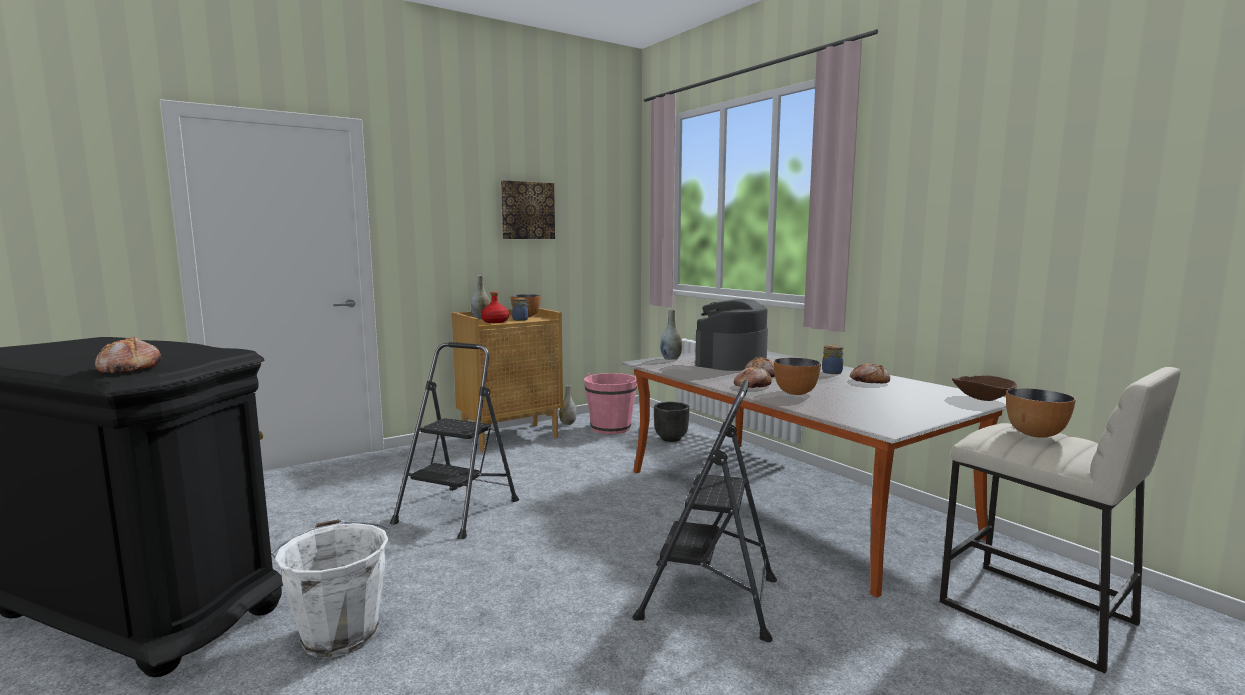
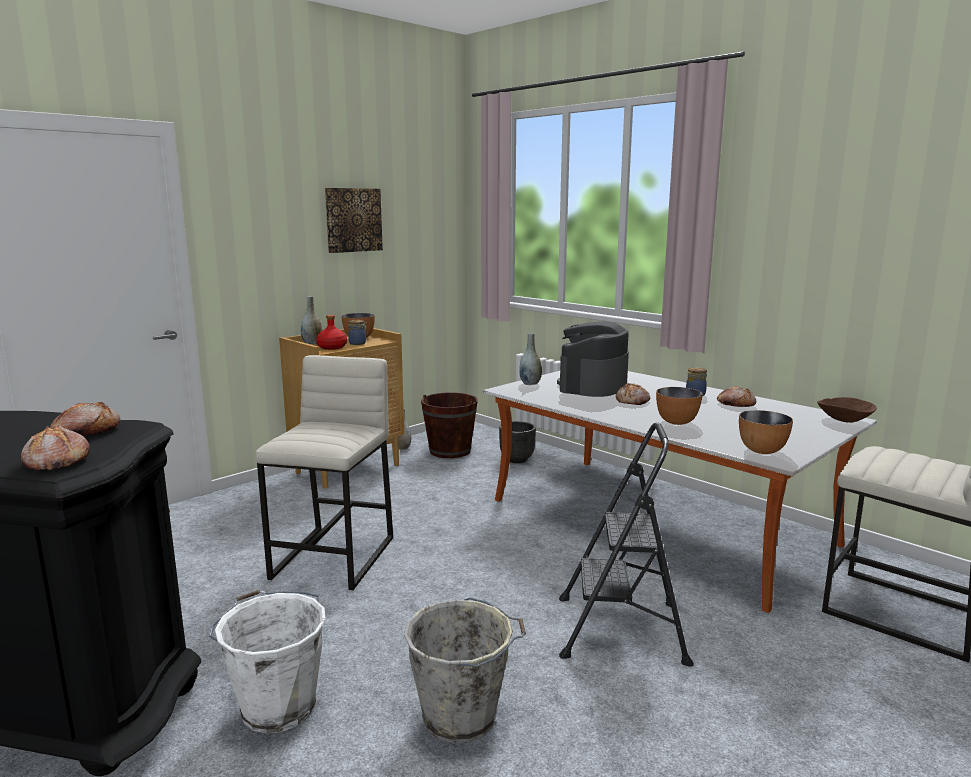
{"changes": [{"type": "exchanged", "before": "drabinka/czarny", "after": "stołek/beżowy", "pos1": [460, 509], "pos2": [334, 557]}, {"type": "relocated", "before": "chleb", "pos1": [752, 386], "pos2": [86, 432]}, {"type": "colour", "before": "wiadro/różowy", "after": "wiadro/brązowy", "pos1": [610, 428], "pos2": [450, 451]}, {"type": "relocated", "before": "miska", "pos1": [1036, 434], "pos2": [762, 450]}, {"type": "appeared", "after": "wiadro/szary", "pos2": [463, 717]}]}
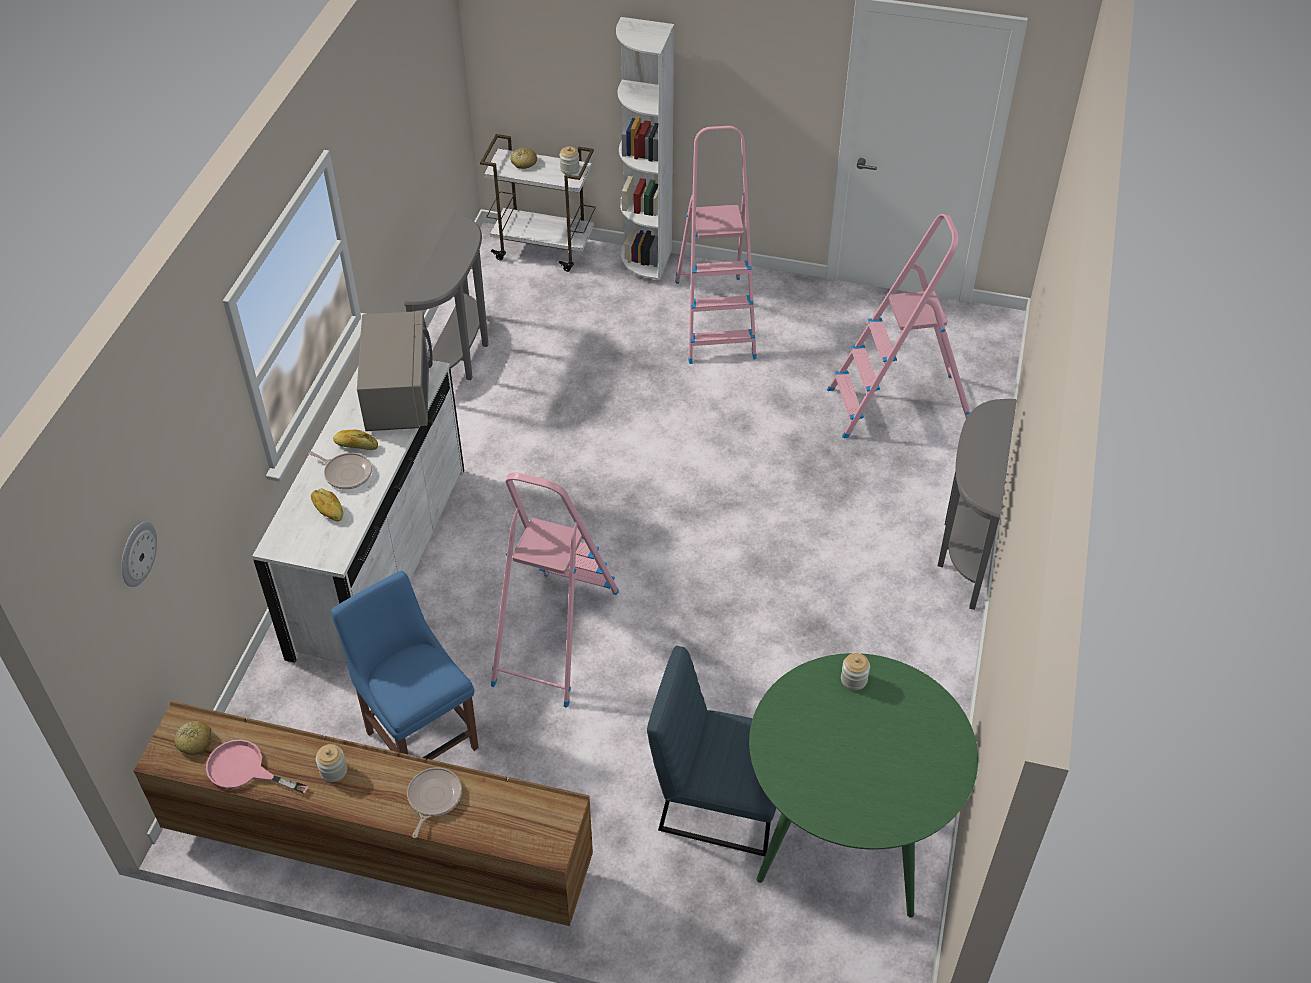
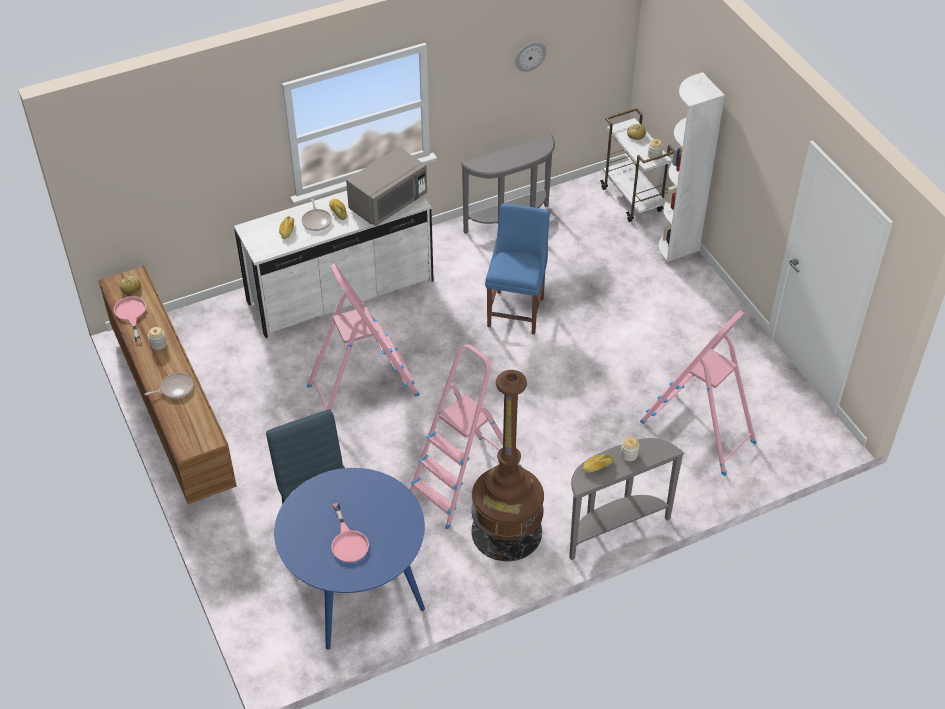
{"changes": [{"type": "relocated", "before": "drabinka/różowy", "pos1": [715, 319], "pos2": [464, 482]}, {"type": "relocated", "before": "zegar ścienny", "pos1": [137, 553], "pos2": [530, 56]}, {"type": "relocated", "before": "krzesło/niebieski", "pos1": [419, 735], "pos2": [517, 310]}, {"type": "colour", "before": "stół jadalny/zielony", "after": "stół jadalny/niebieski", "pos1": [847, 831], "pos2": [356, 589]}, {"type": "relocated", "before": "słoik", "pos1": [854, 679], "pos2": [629, 454]}, {"type": "appeared", "after": "lampa stojąca/brązowy", "pos2": [506, 531]}, {"type": "appeared", "after": "chleb", "pos2": [597, 466]}, {"type": "appeared", "after": "patelnia/różowy", "pos2": [348, 541]}]}
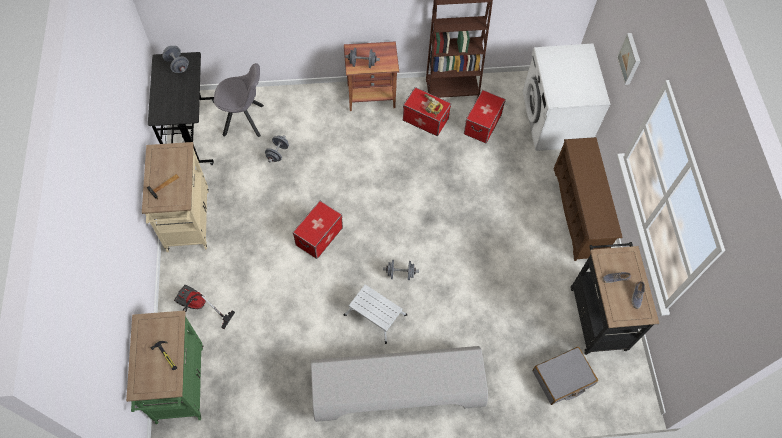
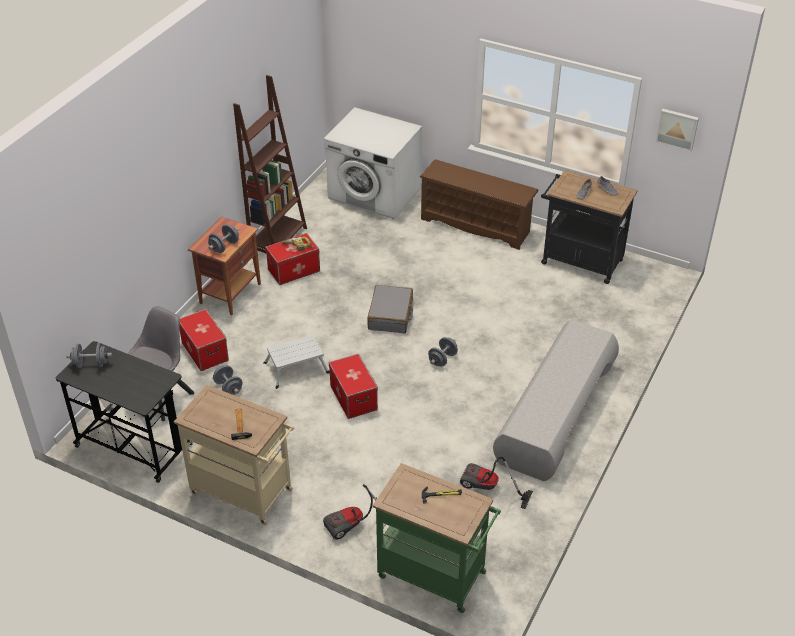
{"changes": [{"type": "relocated", "before": "obraz", "pos1": [630, 58], "pos2": [677, 128]}, {"type": "relocated", "before": "pojemnik do przechowywania", "pos1": [482, 124], "pos2": [204, 351]}, {"type": "relocated", "before": "drabinka/biały", "pos1": [375, 314], "pos2": [296, 368]}, {"type": "relocated", "before": "walizka/szary", "pos1": [562, 378], "pos2": [391, 315]}, {"type": "appeared", "after": "odkurzacz", "pos2": [488, 489]}]}
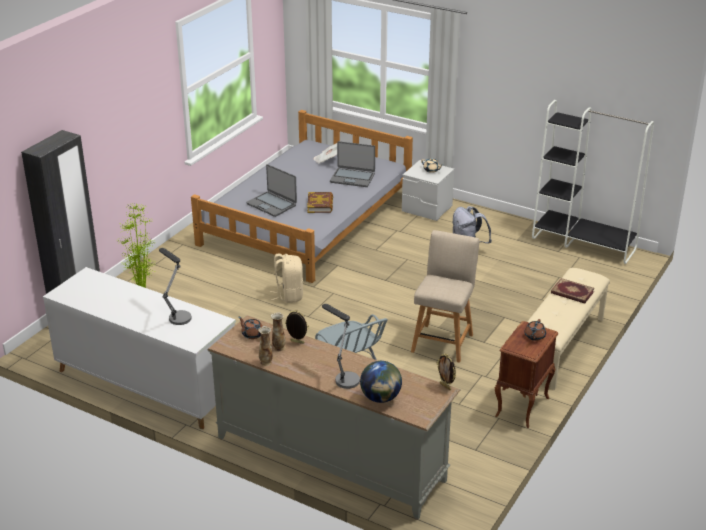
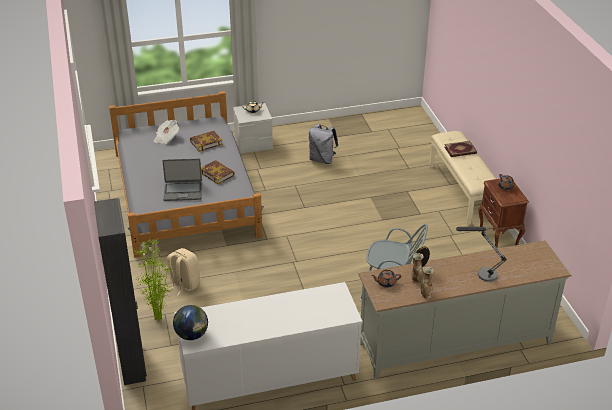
{"changes": [{"type": "missing", "before": "wieszak/czarny", "pos1": [584, 245]}, {"type": "exchanged", "before": "laptop", "after": "książka", "pos1": [352, 178], "pos2": [206, 143]}, {"type": "missing", "before": "krzesło/beżowy", "pos1": [443, 341]}, {"type": "missing", "before": "lampa stołowa", "pos1": [177, 315]}, {"type": "relocated", "before": "plecak/beżowy", "pos1": [289, 295], "pos2": [184, 284]}, {"type": "missing", "before": "ramka na zdjęcie", "pos1": [445, 386]}, {"type": "relocated", "before": "globus", "pos1": [381, 398], "pos2": [192, 335]}]}
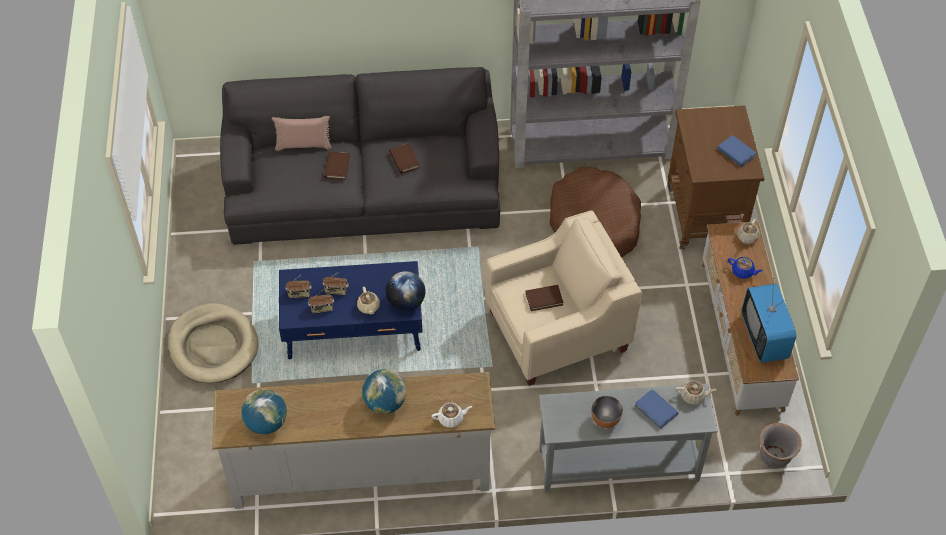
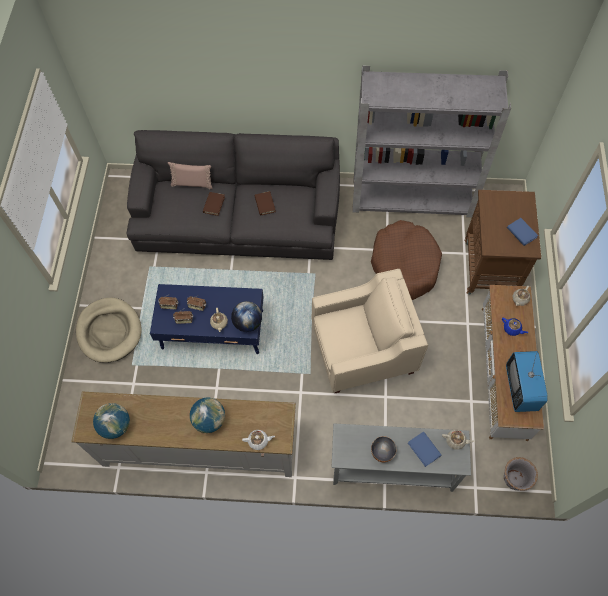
{"changes": [{"type": "missing", "before": "książka/brązowy", "pos1": [544, 299]}]}
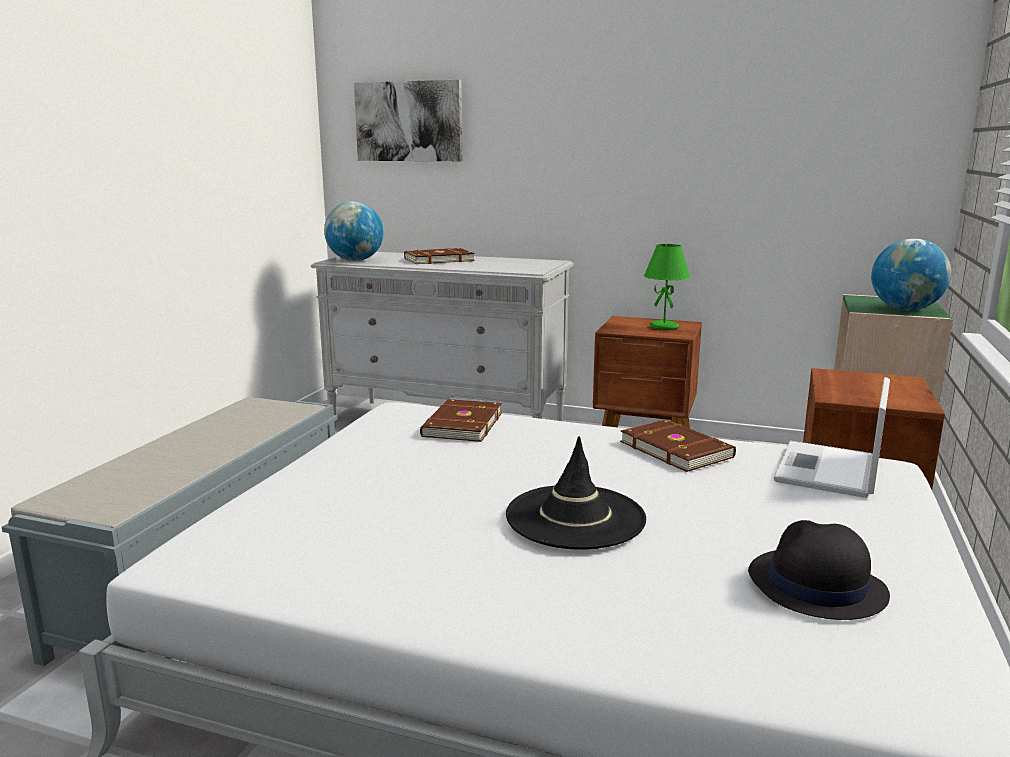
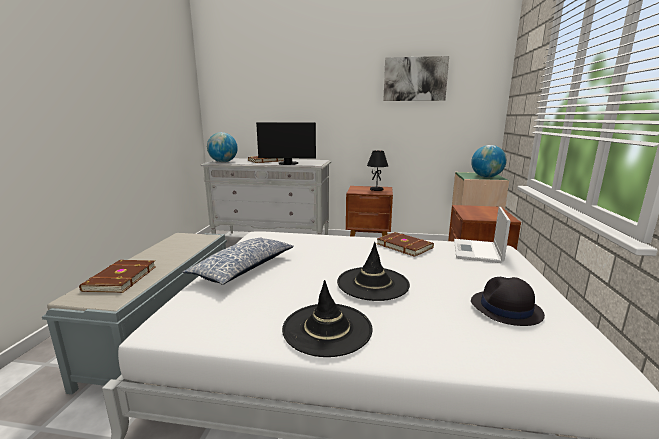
{"changes": [{"type": "relocated", "before": "obraz", "pos1": [409, 121], "pos2": [415, 79]}, {"type": "colour", "before": "lampa stołowa/zielony", "after": "lampa stołowa/czarny", "pos1": [664, 327], "pos2": [377, 189]}, {"type": "relocated", "before": "książka/brązowy", "pos1": [461, 425], "pos2": [119, 278]}, {"type": "appeared", "after": "monitor", "pos2": [288, 164]}, {"type": "appeared", "after": "poduszka", "pos2": [245, 269]}, {"type": "appeared", "after": "kapelusz/czarny", "pos2": [327, 329]}]}
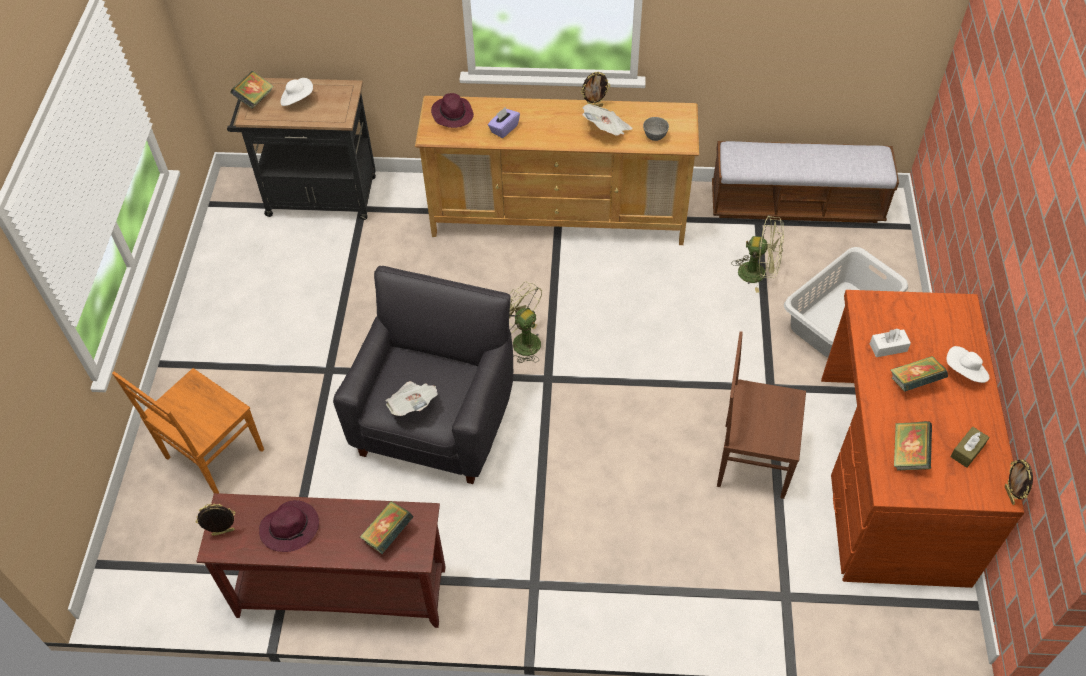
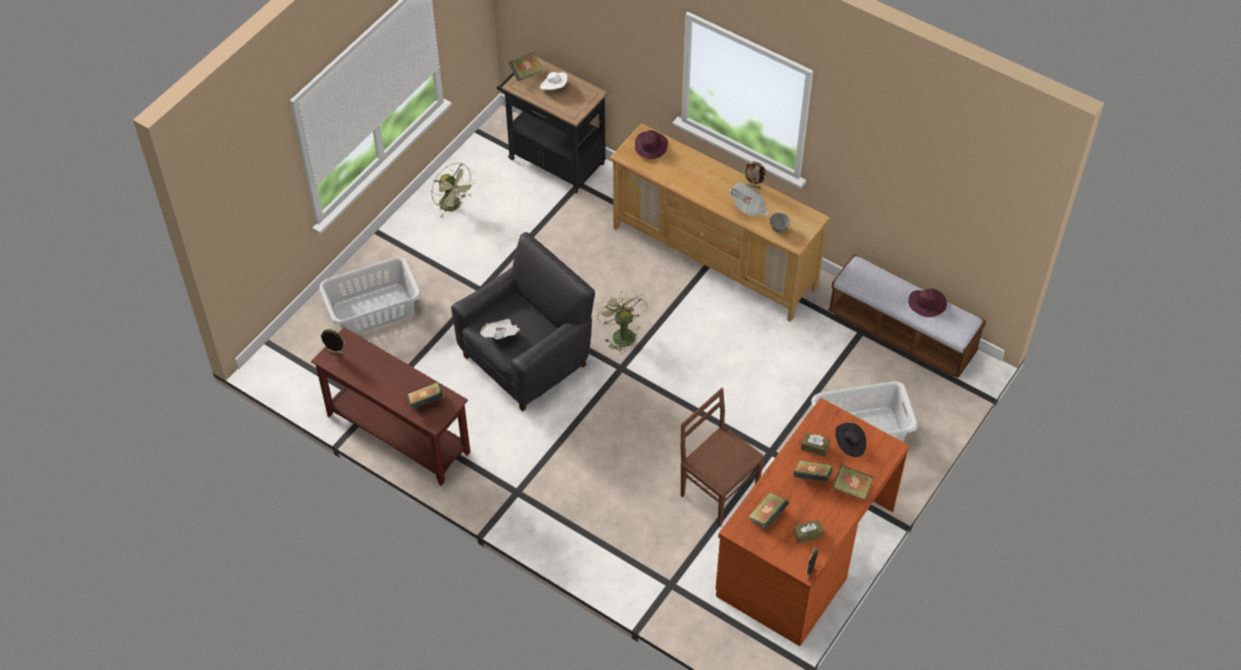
{"changes": [{"type": "missing", "before": "pudełko chusteczek/fioletowy", "pos1": [504, 129]}, {"type": "relocated", "before": "wentylator/zielony", "pos1": [758, 273], "pos2": [454, 206]}, {"type": "colour", "before": "pudełko chusteczek/biały", "after": "pudełko chusteczek/brązowy", "pos1": [888, 347], "pos2": [814, 447]}, {"type": "exchanged", "before": "kapelusz/biały", "after": "książka", "pos1": [965, 372], "pos2": [851, 488]}, {"type": "exchanged", "before": "krzesło/brązowy", "after": "kosz na pranie/szary", "pos1": [212, 455], "pos2": [373, 309]}, {"type": "relocated", "before": "kapelusz/fioletowy", "pos1": [291, 527], "pos2": [927, 304]}, {"type": "appeared", "after": "kapelusz/czarny", "pos2": [850, 444]}]}
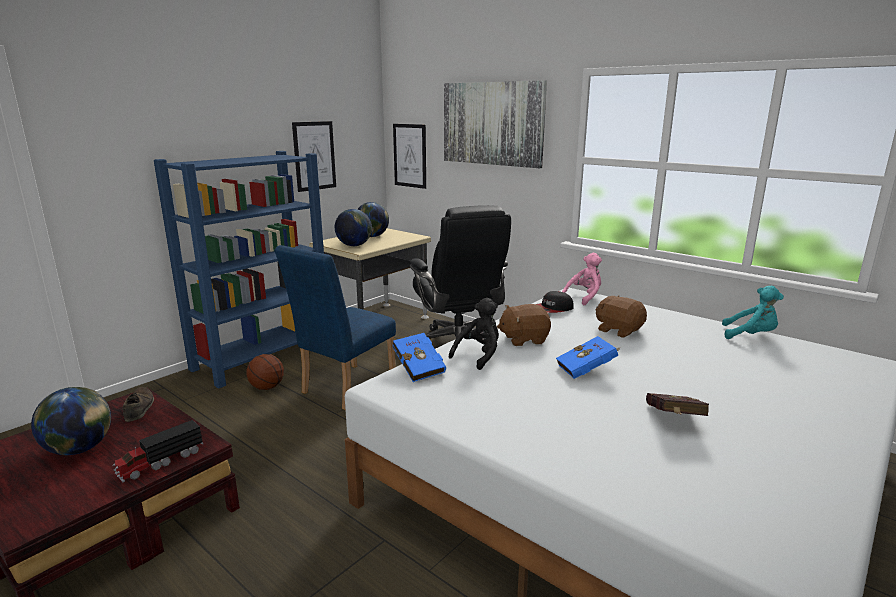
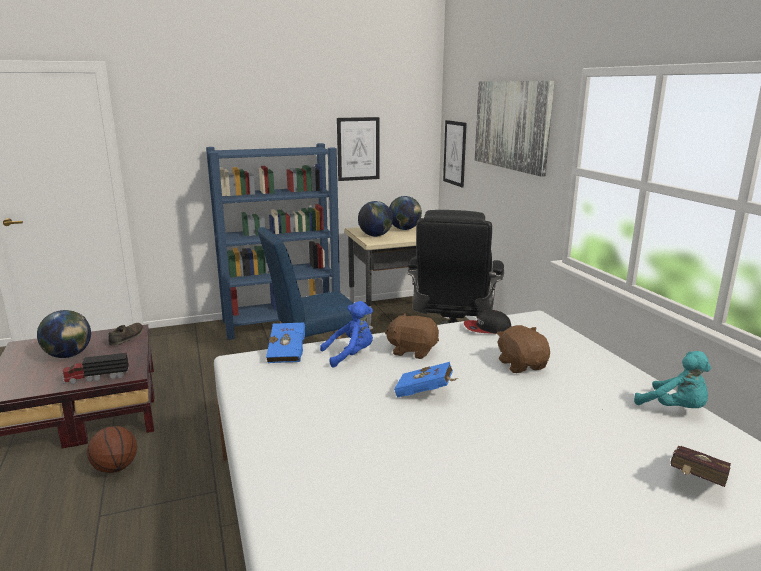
{"changes": [{"type": "missing", "before": "pluszak/różowy", "pos1": [584, 297]}, {"type": "colour", "before": "pluszak/czarny", "after": "pluszak/niebieski", "pos1": [479, 355], "pos2": [350, 355]}, {"type": "relocated", "before": "piłka do koszykówki", "pos1": [267, 387], "pos2": [116, 468]}, {"type": "relocated", "before": "książka/czerwony", "pos1": [673, 420], "pos2": [695, 482]}]}
